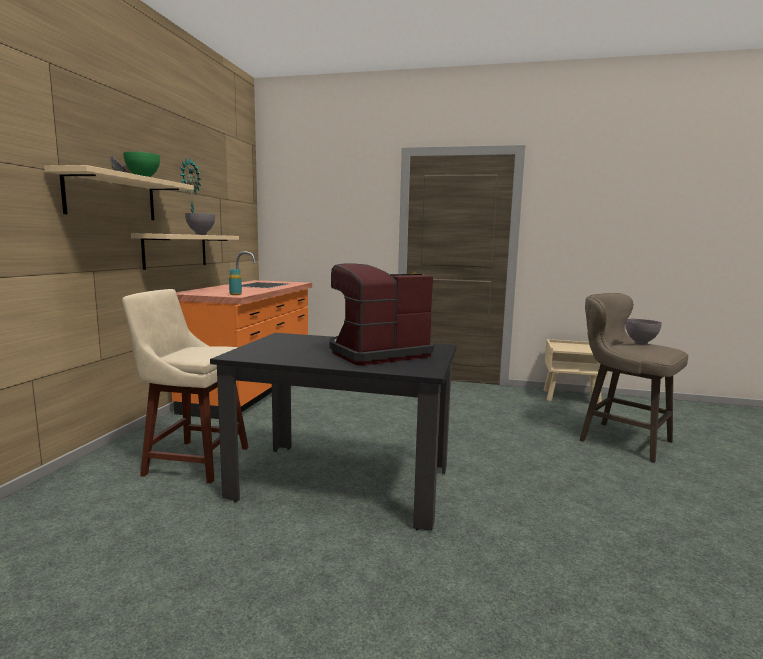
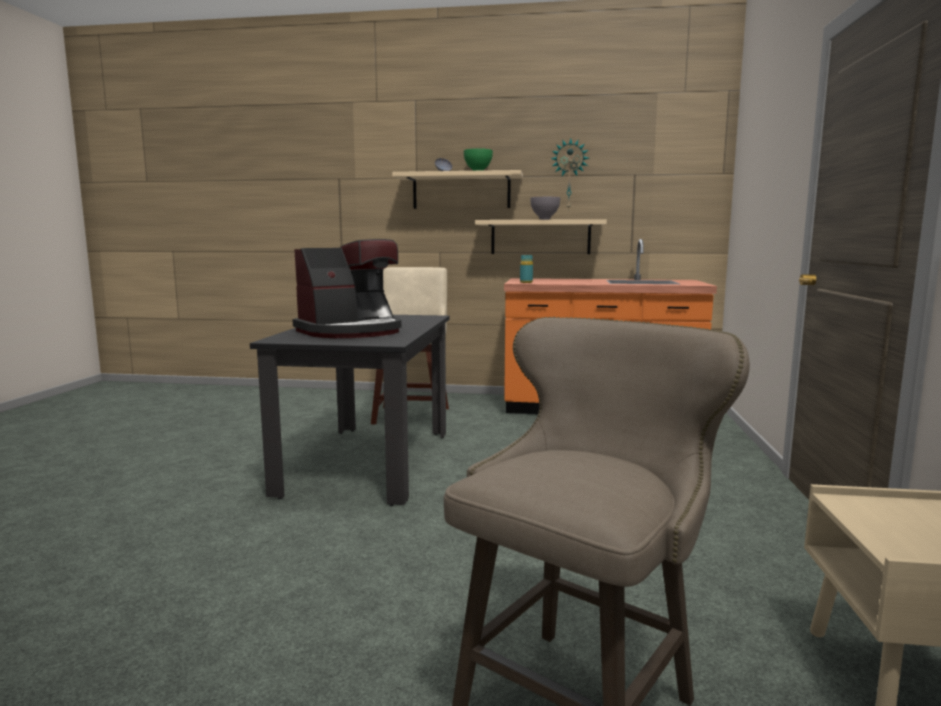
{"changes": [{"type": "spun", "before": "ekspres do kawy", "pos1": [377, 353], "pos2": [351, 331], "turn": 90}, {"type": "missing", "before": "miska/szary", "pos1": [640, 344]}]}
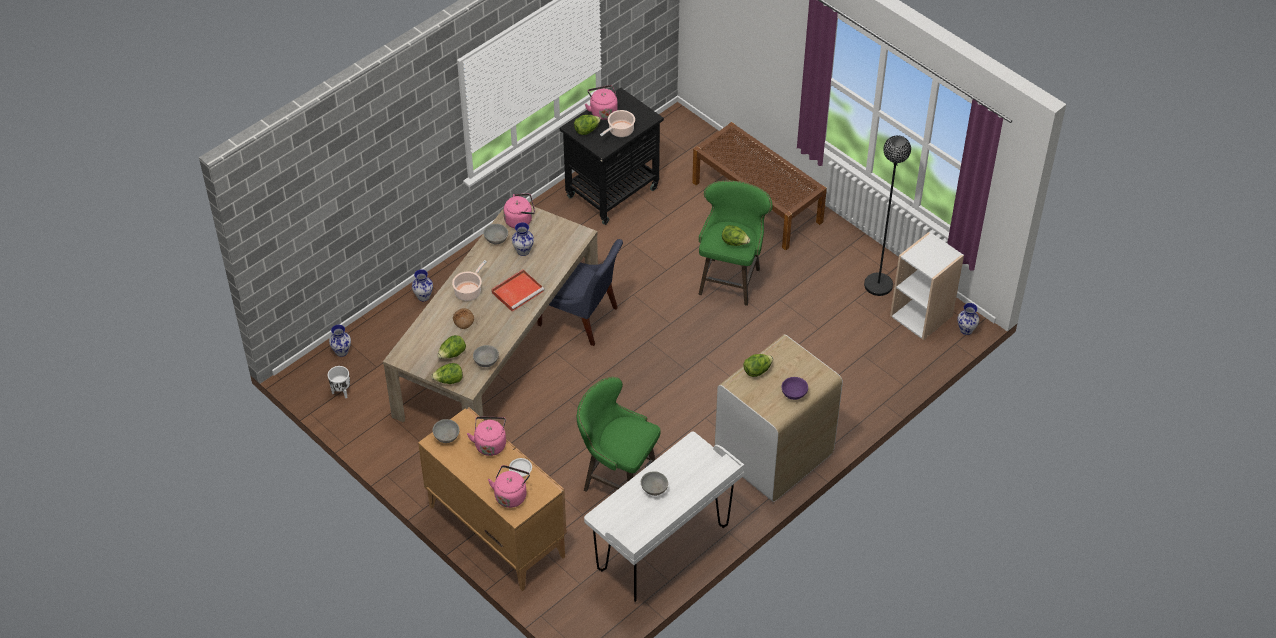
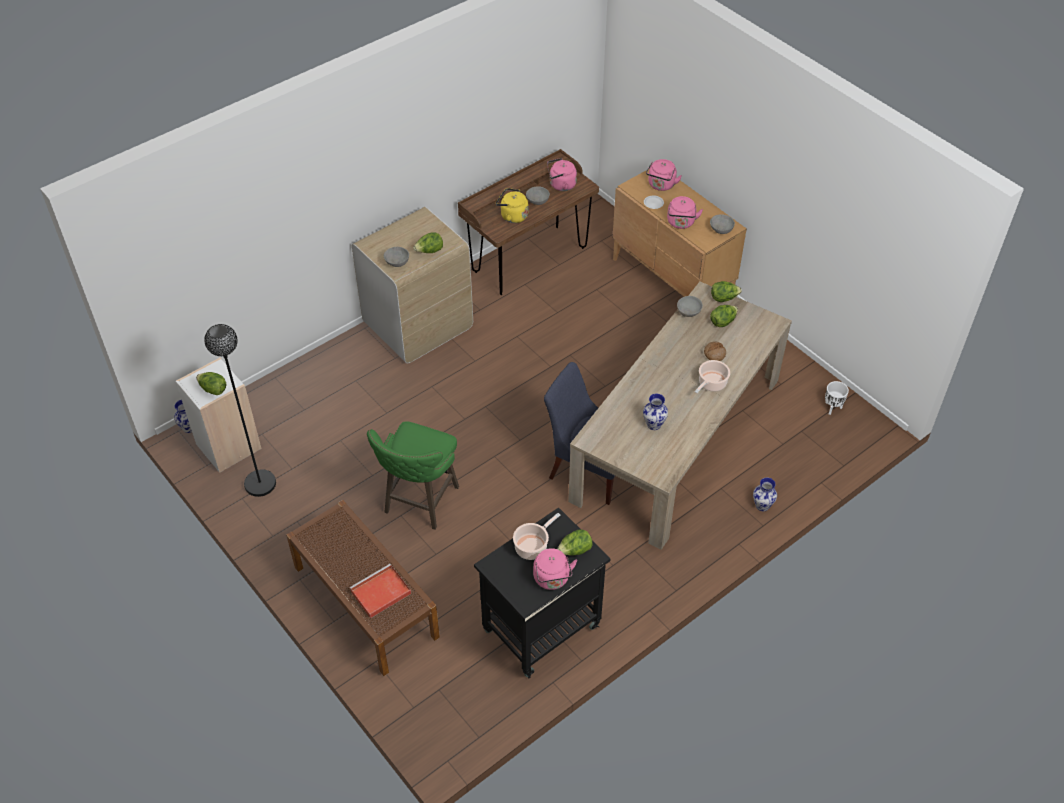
{"changes": [{"type": "relocated", "before": "czajnik/różowy", "pos1": [520, 220], "pos2": [561, 185]}, {"type": "relocated", "before": "miska/szary", "pos1": [496, 239], "pos2": [397, 263]}, {"type": "relocated", "before": "sałata", "pos1": [734, 242], "pos2": [213, 389]}, {"type": "relocated", "before": "taca/czerwony", "pos1": [518, 291], "pos2": [380, 593]}, {"type": "missing", "before": "wazon", "pos1": [341, 351]}, {"type": "missing", "before": "stołek/zielony", "pos1": [617, 480]}, {"type": "missing", "before": "miska/fioletowy", "pos1": [793, 394]}, {"type": "colour", "before": "biurko/biały", "after": "biurko/brązowy", "pos1": [663, 549], "pos2": [529, 259]}, {"type": "appeared", "after": "czajnik/żółty", "pos2": [512, 216]}]}
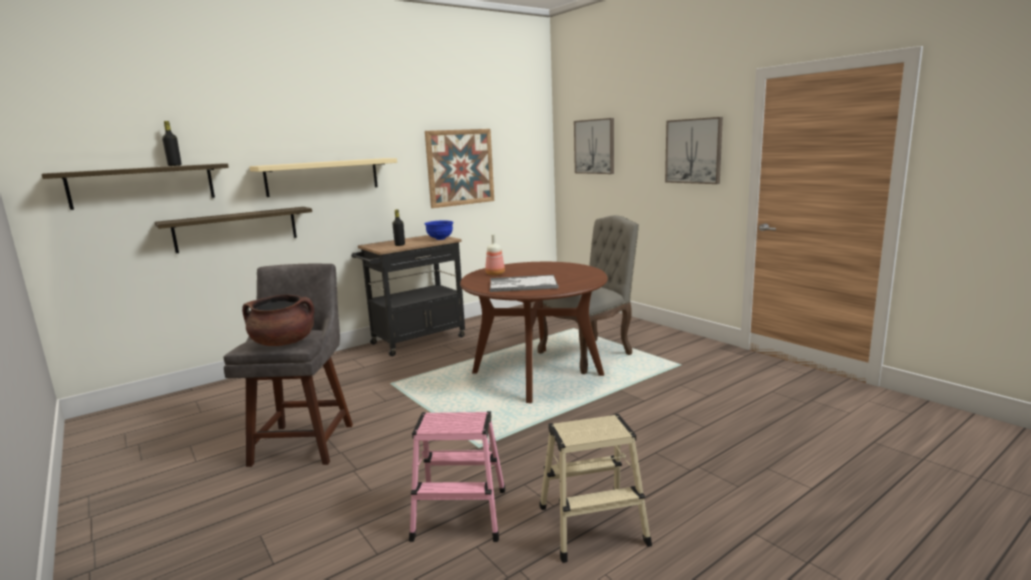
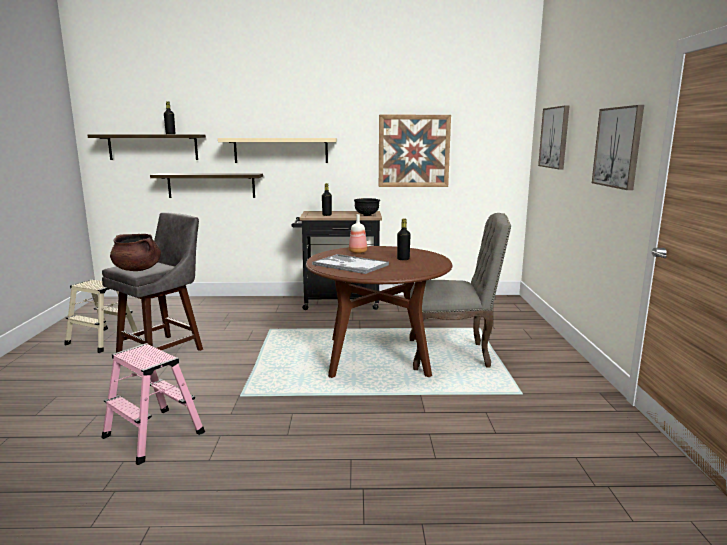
{"changes": [{"type": "colour", "before": "miska/niebieski", "after": "miska/czarny", "pos1": [440, 239], "pos2": [366, 215]}, {"type": "relocated", "before": "drabinka/beżowy", "pos1": [592, 524], "pos2": [103, 340]}, {"type": "appeared", "after": "butelka/czarny", "pos2": [403, 259]}]}
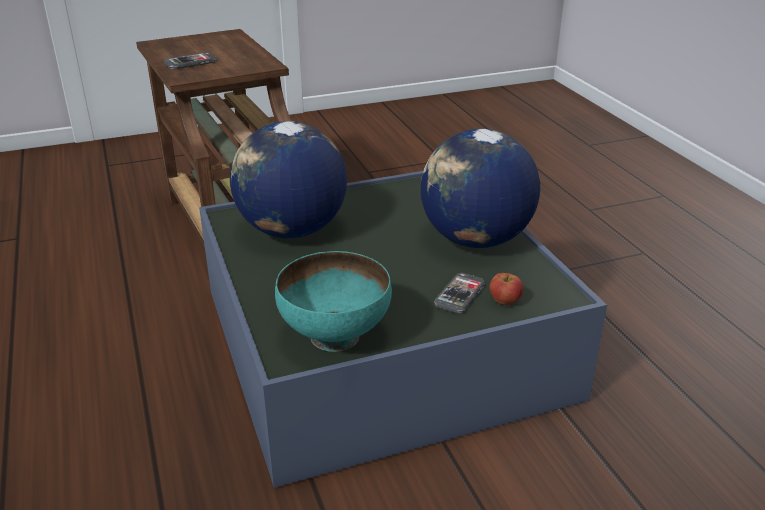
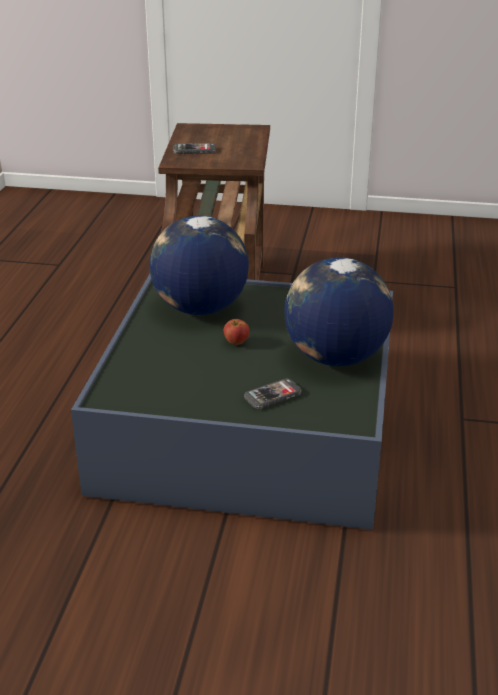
{"changes": [{"type": "missing", "before": "miska/turkusowy", "pos1": [334, 337]}, {"type": "relocated", "before": "jabłko", "pos1": [504, 301], "pos2": [236, 342]}]}
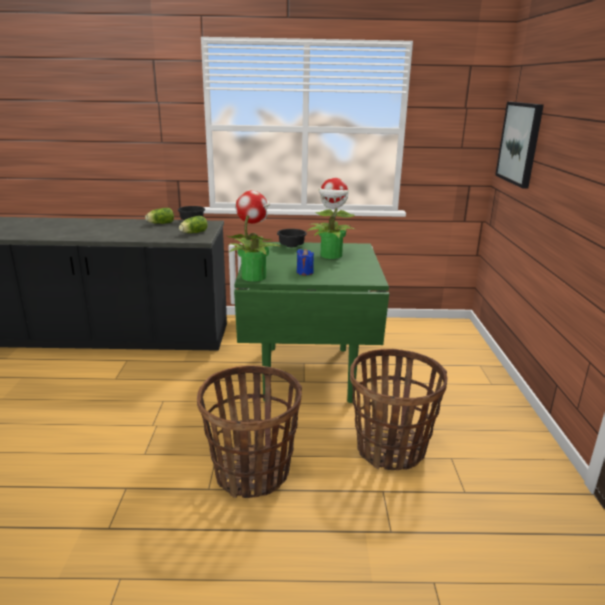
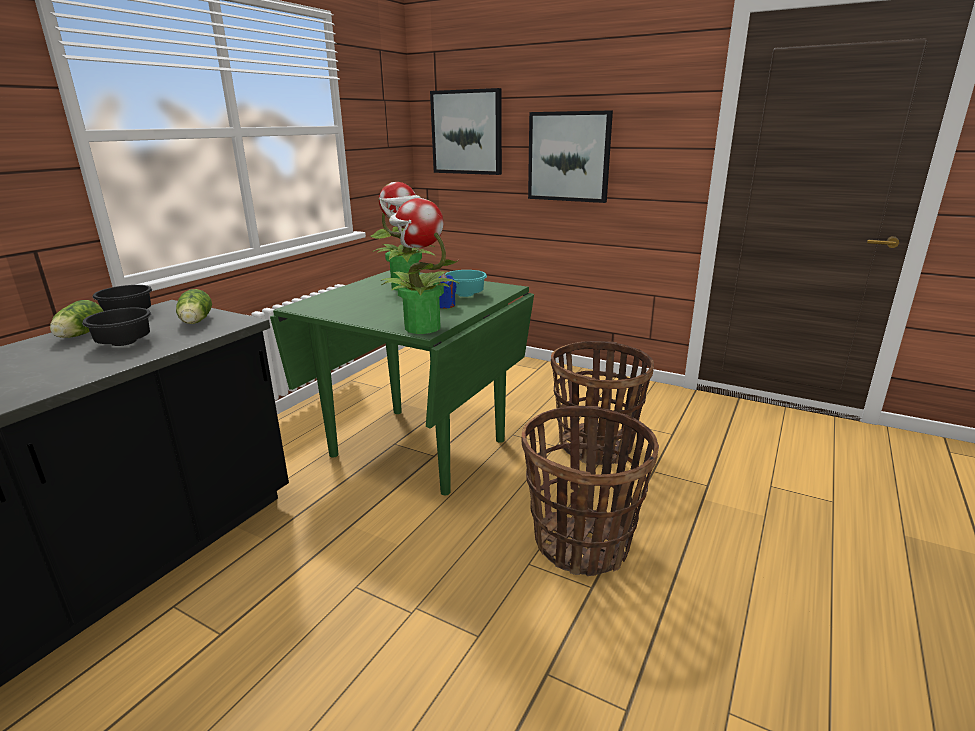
{"changes": [{"type": "relocated", "before": "miska/czarny", "pos1": [292, 246], "pos2": [126, 343]}, {"type": "appeared", "after": "obraz", "pos2": [569, 156]}, {"type": "appeared", "after": "miska/turkusowy", "pos2": [467, 295]}]}
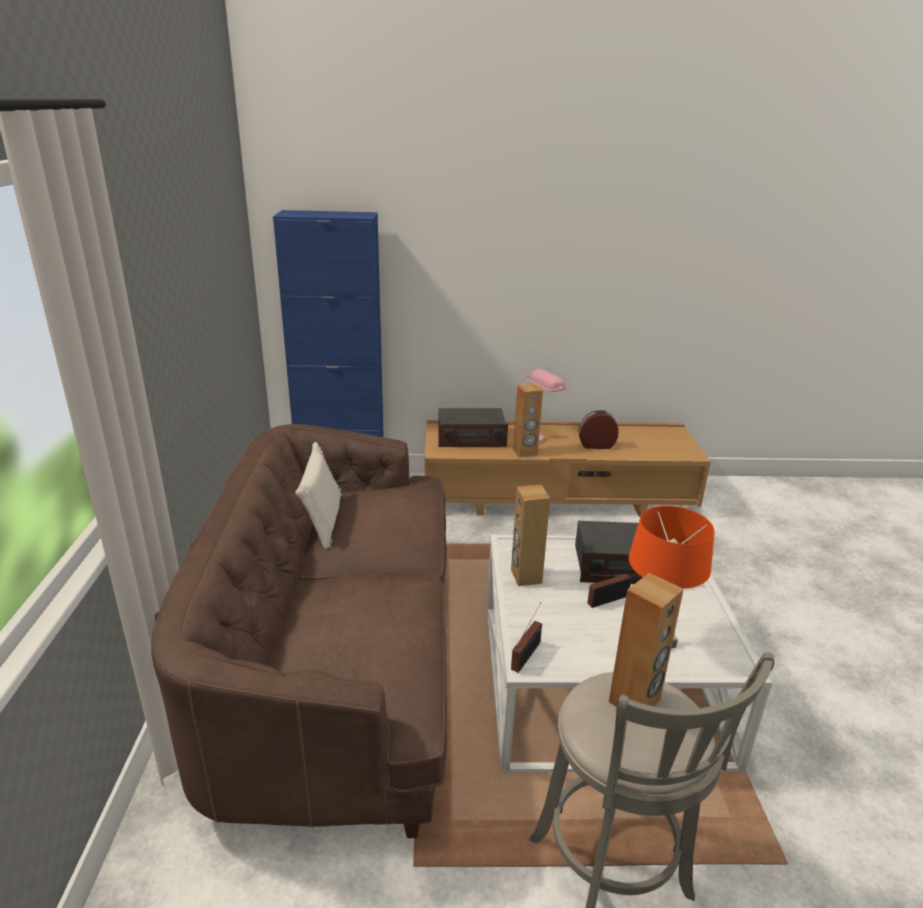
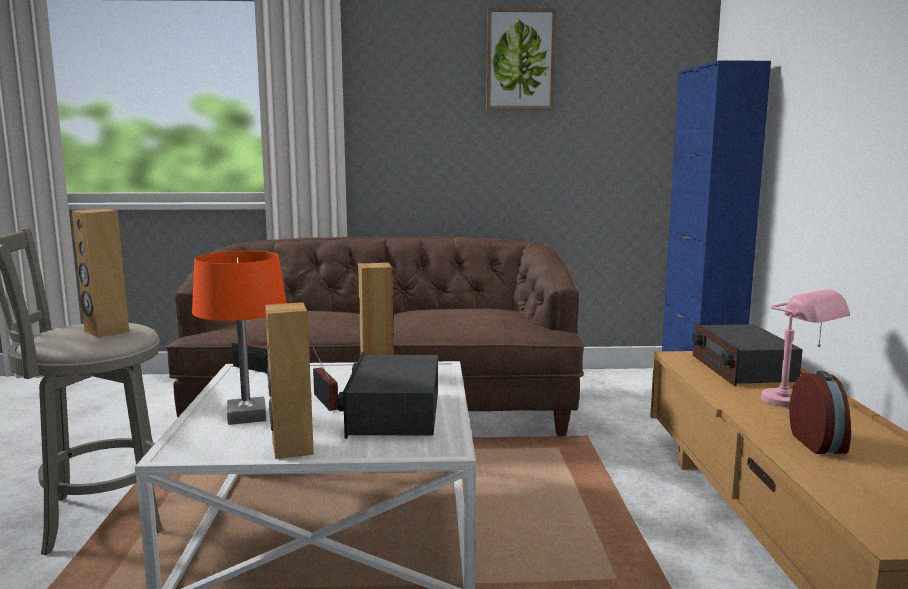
{"changes": [{"type": "relocated", "before": "głośnik/brązowy", "pos1": [525, 452], "pos2": [291, 448]}, {"type": "missing", "before": "poduszka/biały", "pos1": [322, 520]}, {"type": "appeared", "after": "obraz", "pos2": [520, 59]}]}
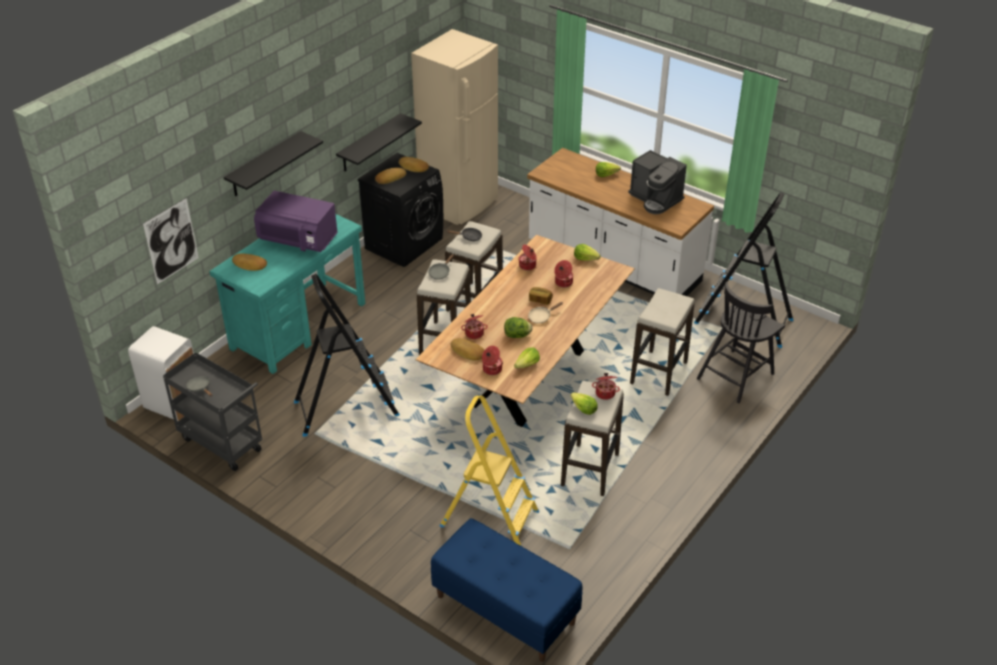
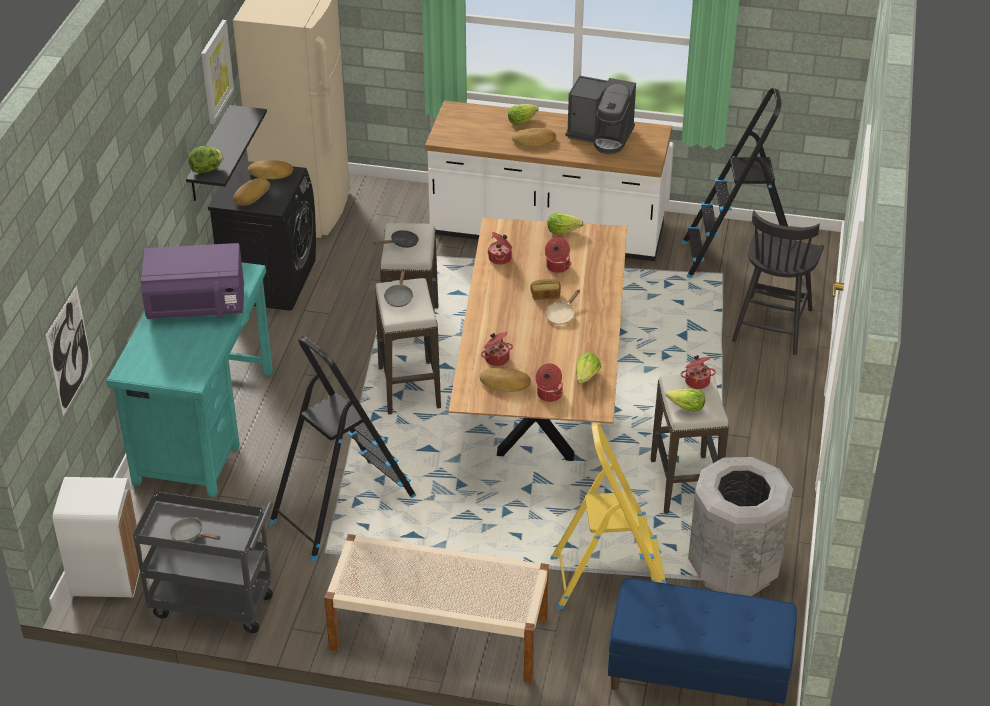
{"changes": [{"type": "missing", "before": "półka/czarny", "pos1": [264, 165]}, {"type": "relocated", "before": "chleb", "pos1": [249, 265], "pos2": [534, 141]}, {"type": "missing", "before": "stołek", "pos1": [658, 373]}, {"type": "relocated", "before": "sałata", "pos1": [517, 336], "pos2": [207, 170]}, {"type": "appeared", "after": "obraz", "pos2": [216, 71]}, {"type": "appeared", "after": "kosz na śmieci/szary", "pos2": [734, 568]}, {"type": "appeared", "after": "ławka/beżowy", "pos2": [439, 634]}]}
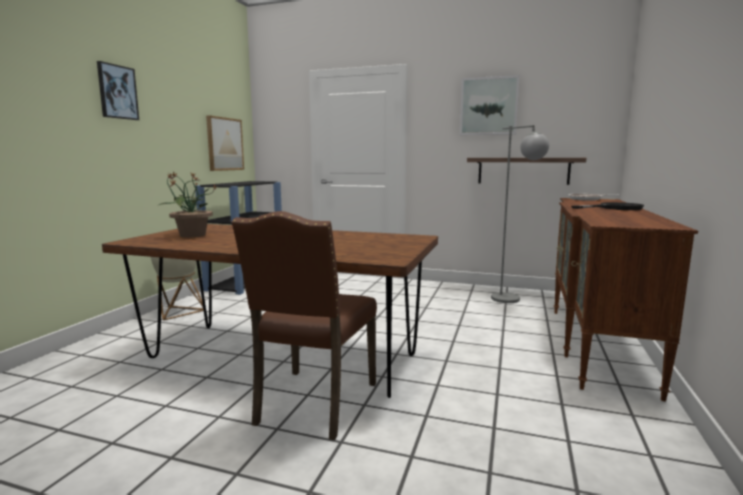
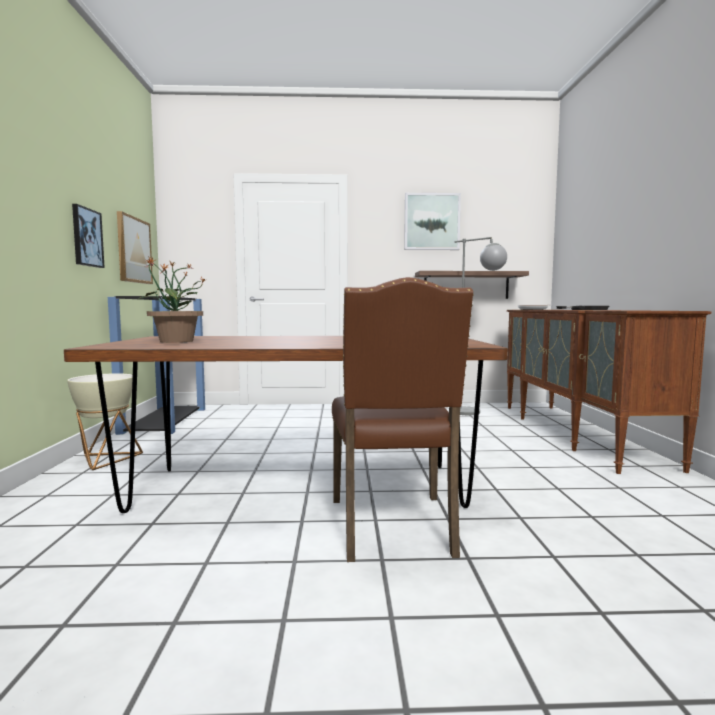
{"changes": [{"type": "relocated", "before": "obraz", "pos1": [117, 92], "pos2": [86, 237]}]}
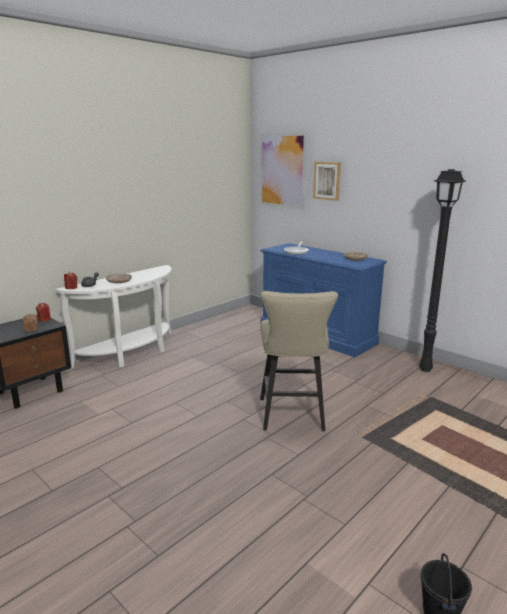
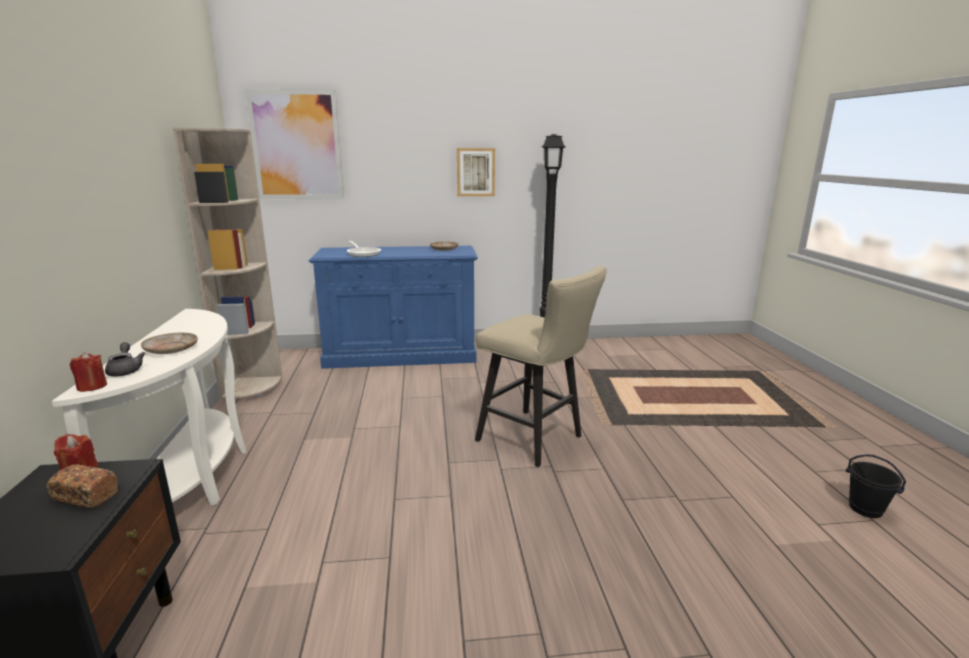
{"changes": [{"type": "relocated", "before": "obraz", "pos1": [327, 180], "pos2": [475, 172]}, {"type": "appeared", "after": "regał/beżowy", "pos2": [252, 393]}]}
